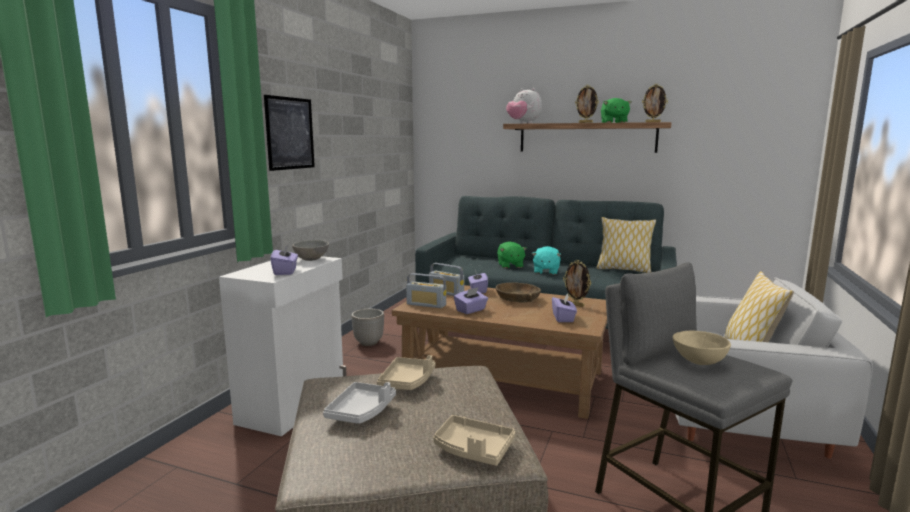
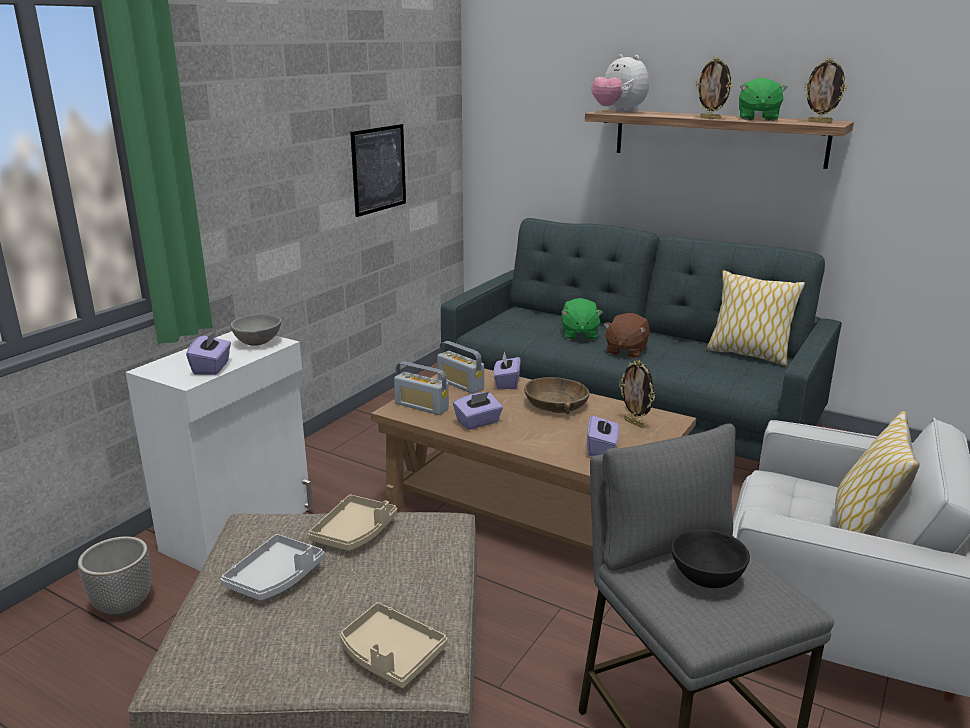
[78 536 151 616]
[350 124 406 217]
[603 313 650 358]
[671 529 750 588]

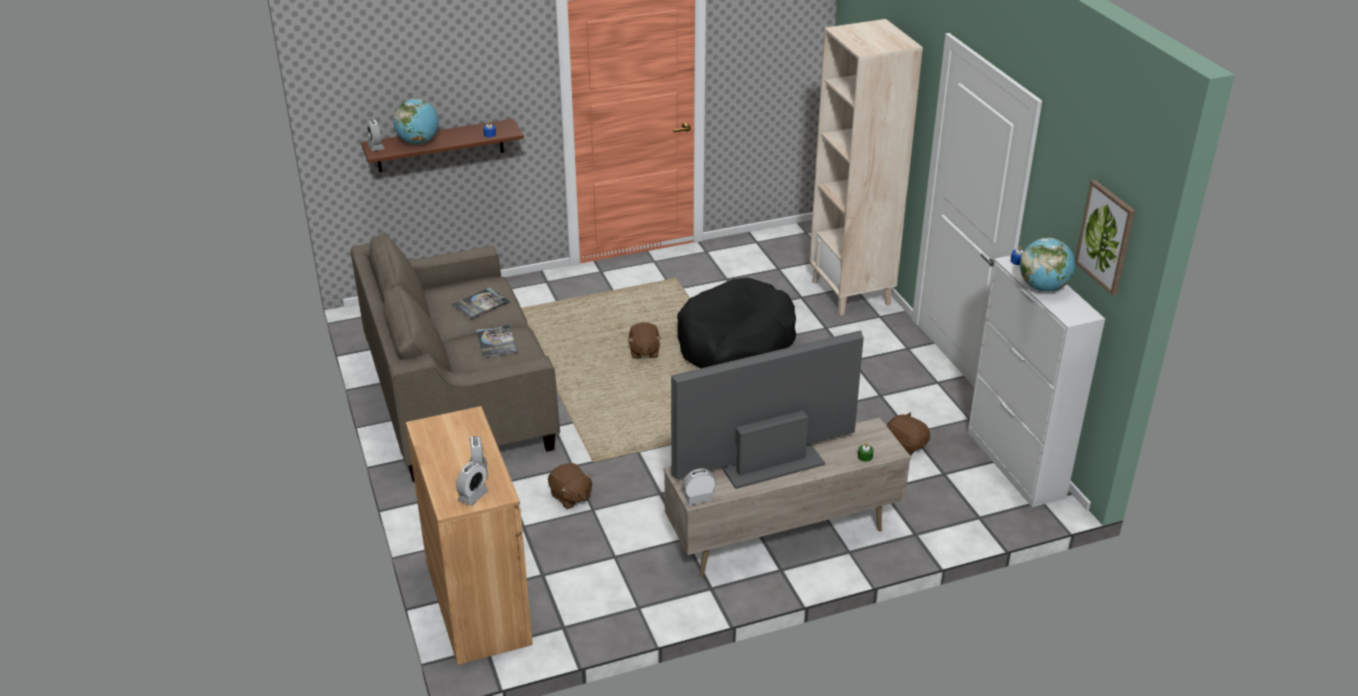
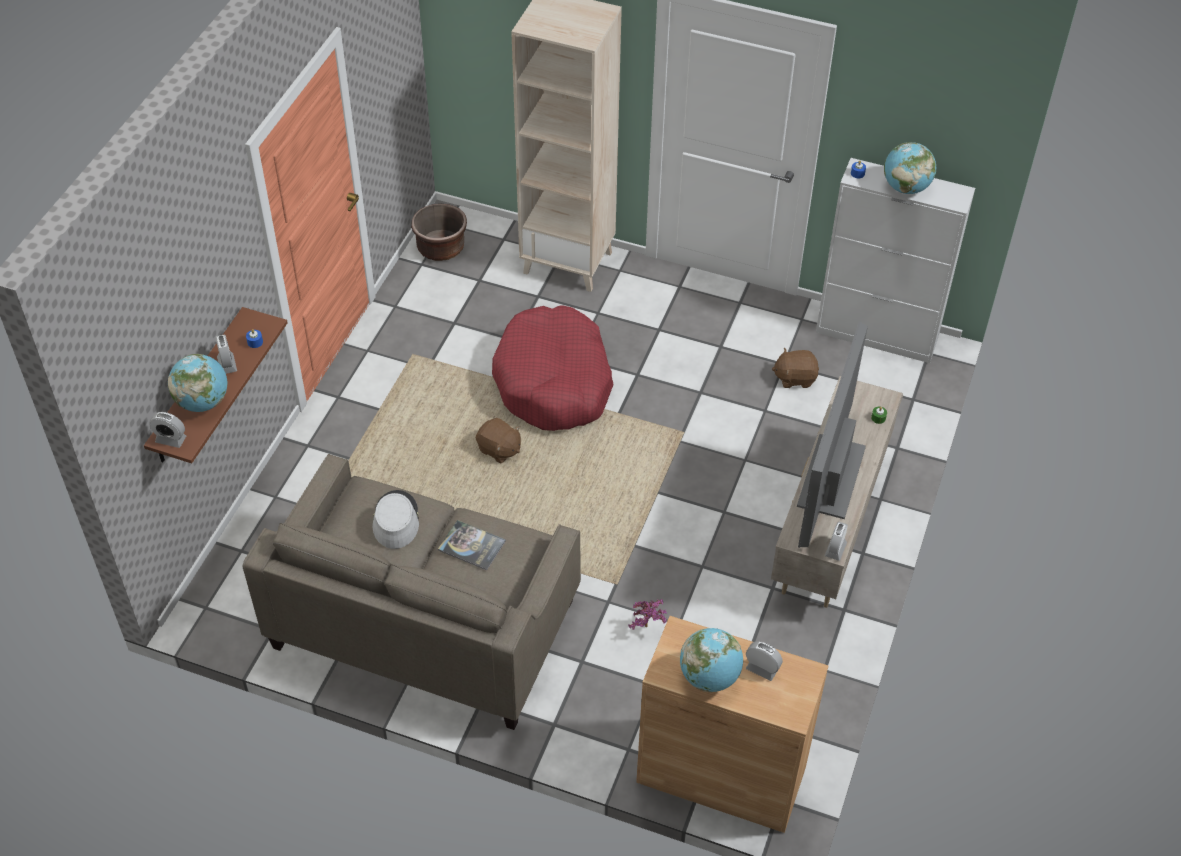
[215 335 237 374]
[372 490 419 549]
[411 204 467 261]
[492 305 614 431]
[628 599 667 630]
[680 628 743 692]
[1075 180 1135 295] (first image)

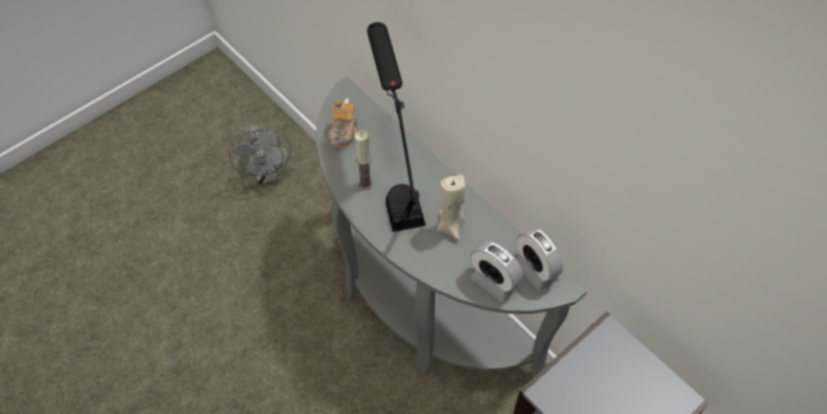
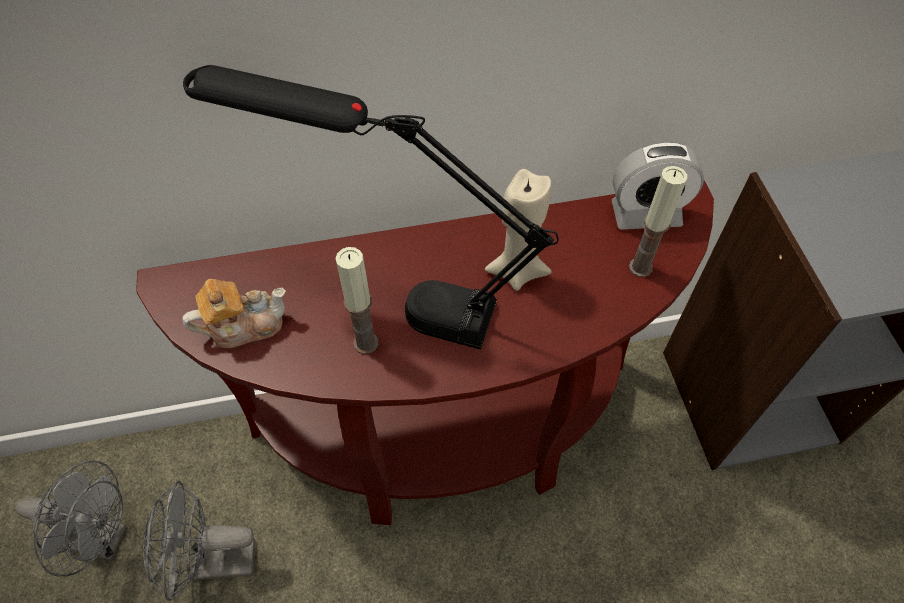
[136 180 714 525]
[143 480 255 601]
[182 279 286 348]
[629 166 687 277]

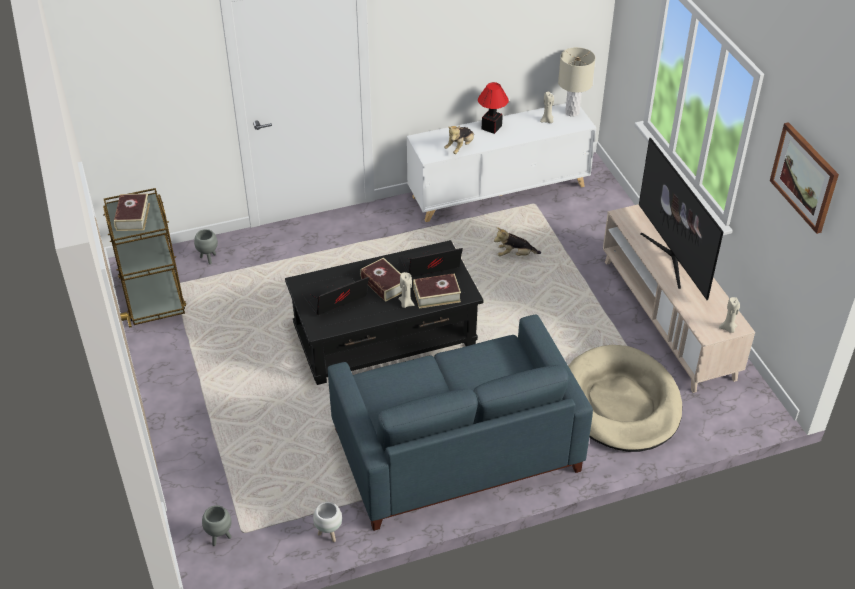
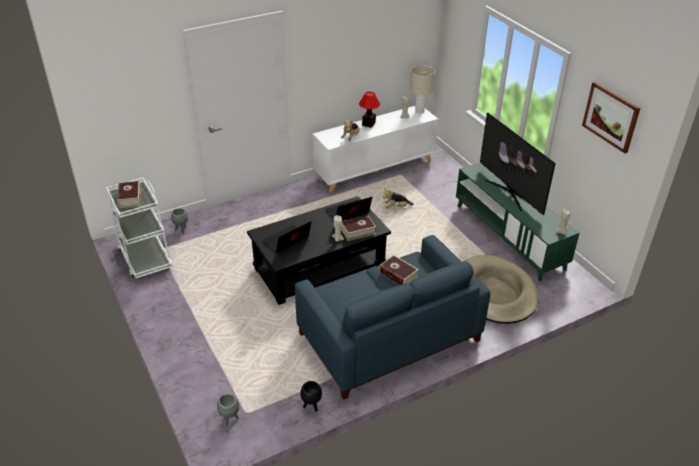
[106 177 173 278]
[300 381 322 411]
[379 255 419 285]
[456 162 580 281]

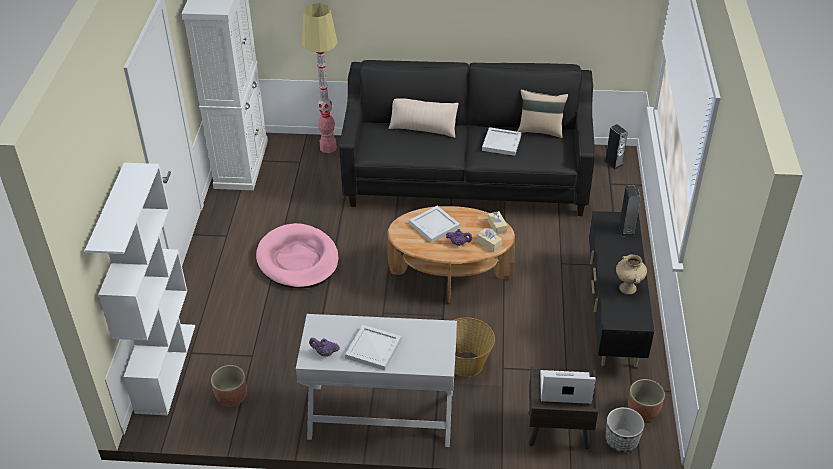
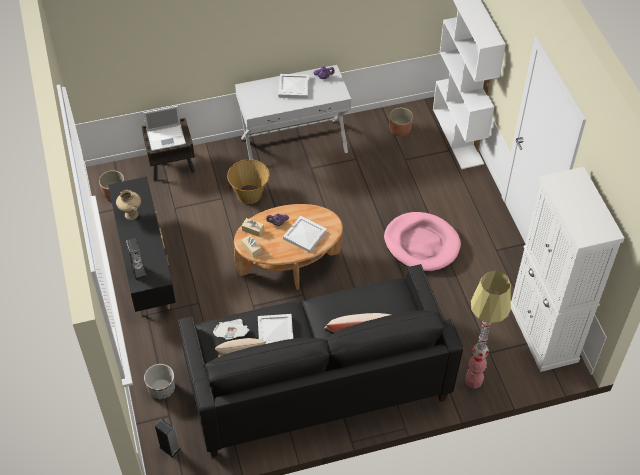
[144 364 175 400]
[213 319 250 340]

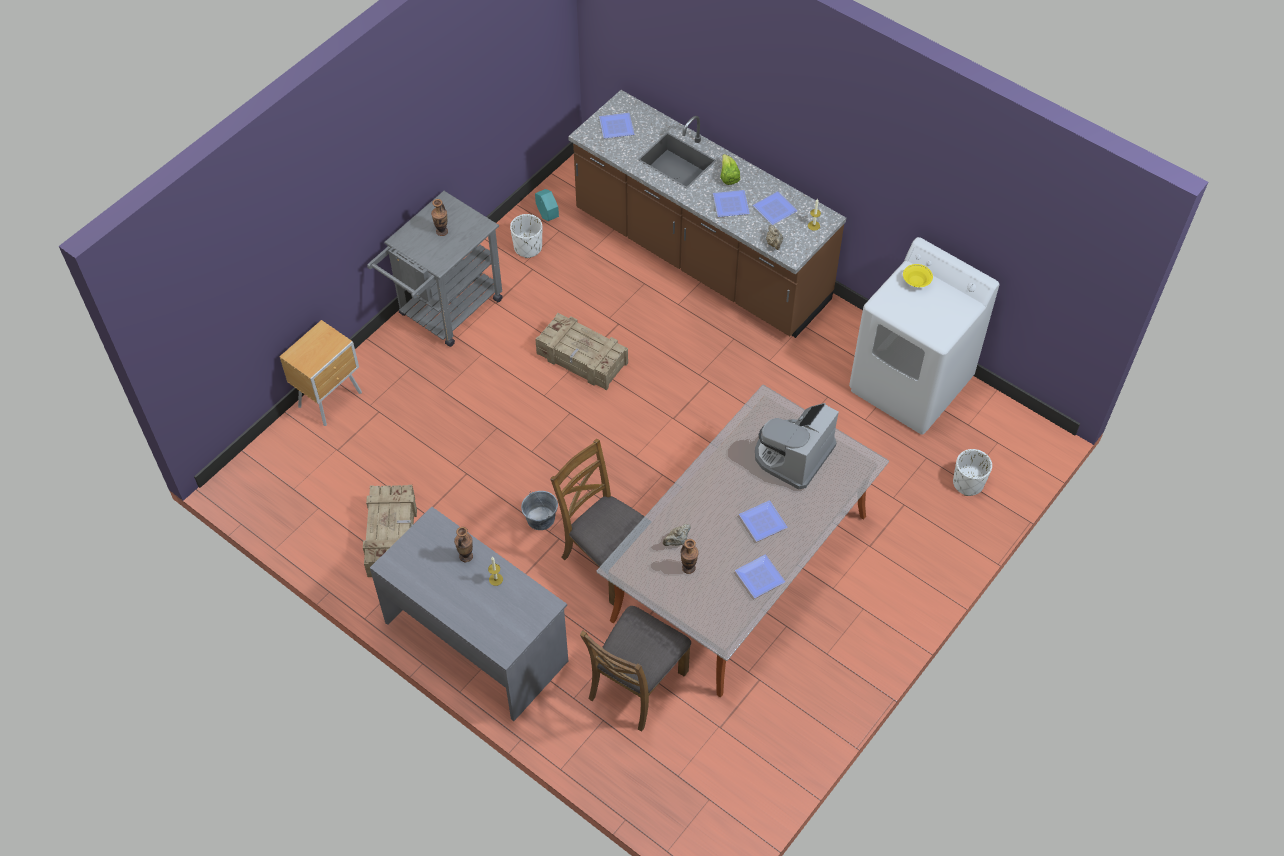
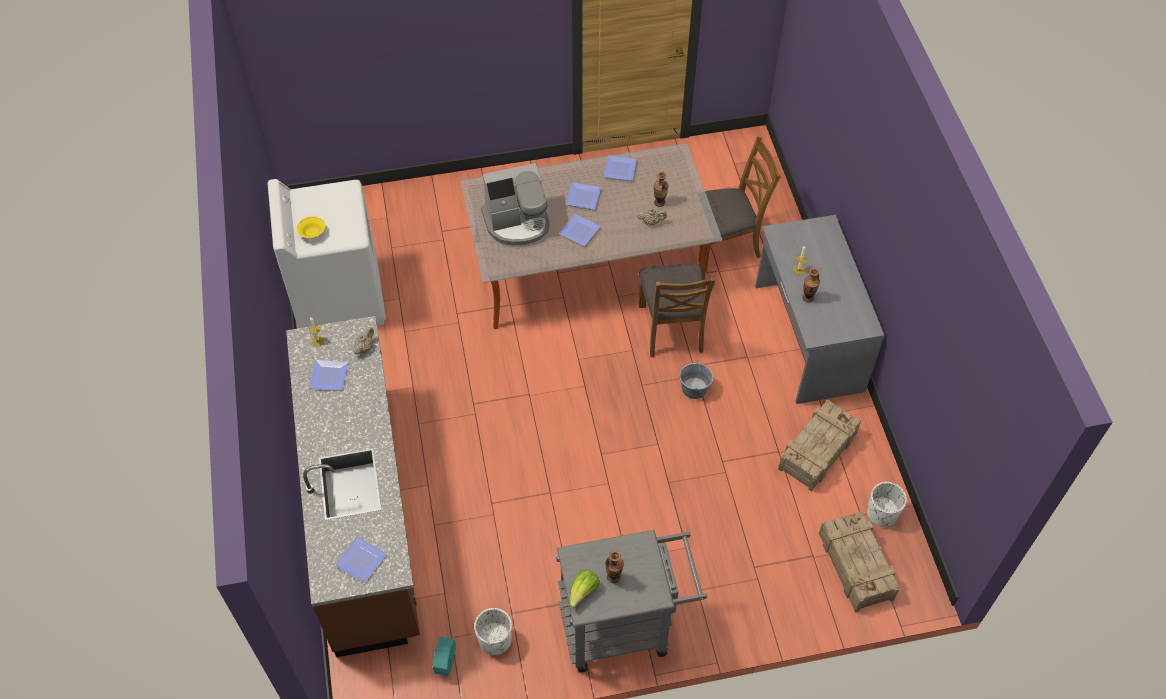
[559 214 601 246]
[570 569 600 608]
[819 511 900 612]
[867 482 907 527]
[279 320 362 426] (first image)

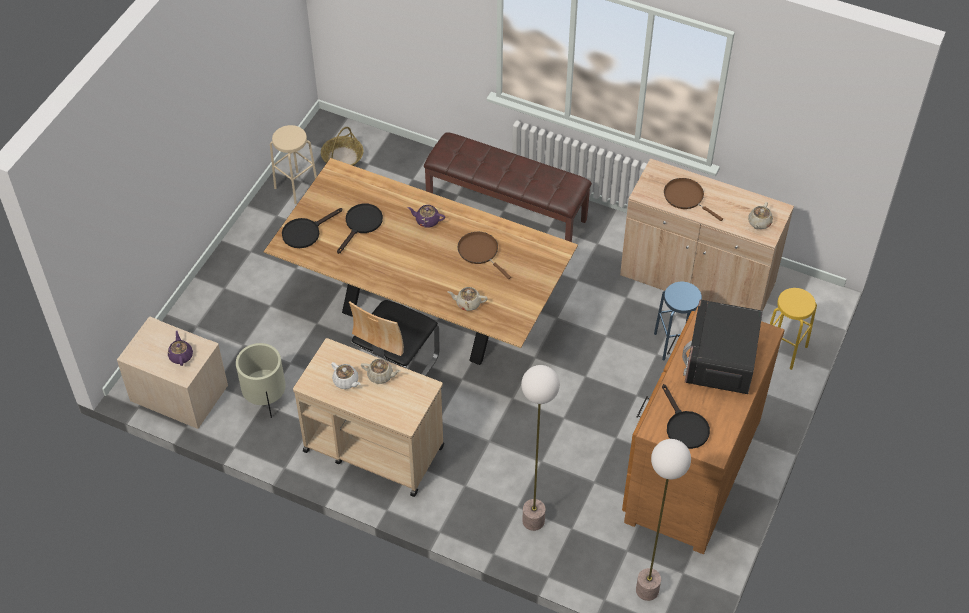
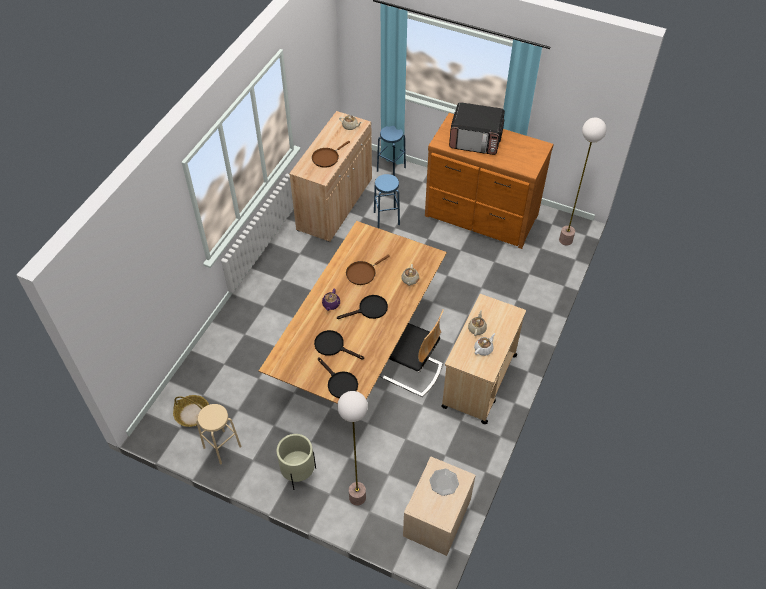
[277 434 316 490]
[337 295 388 319]
[337 391 368 505]
[377 126 406 176]
[429 469 459 496]
[424 132 592 242] (first image)

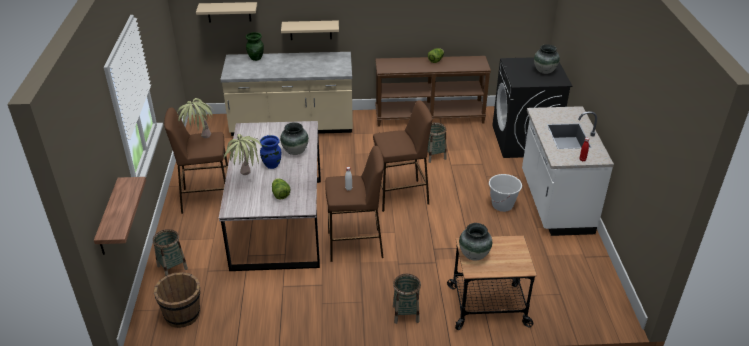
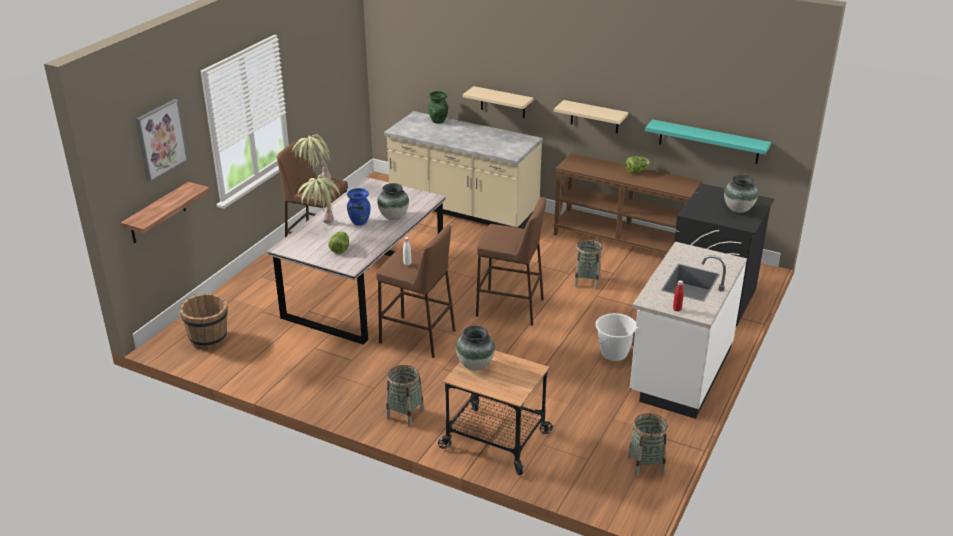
[136 99 188 182]
[554 100 628 134]
[628 413 668 477]
[645 120 771 164]

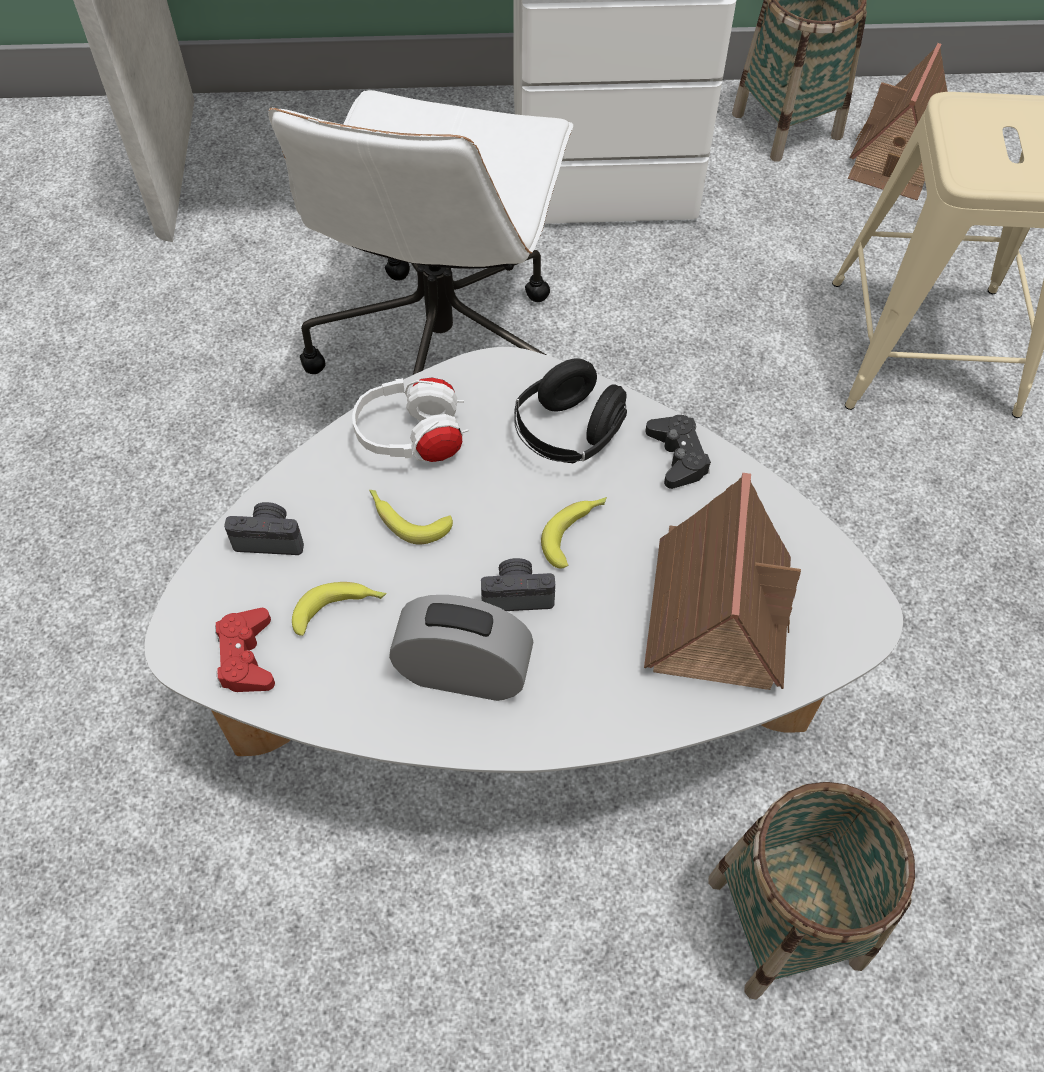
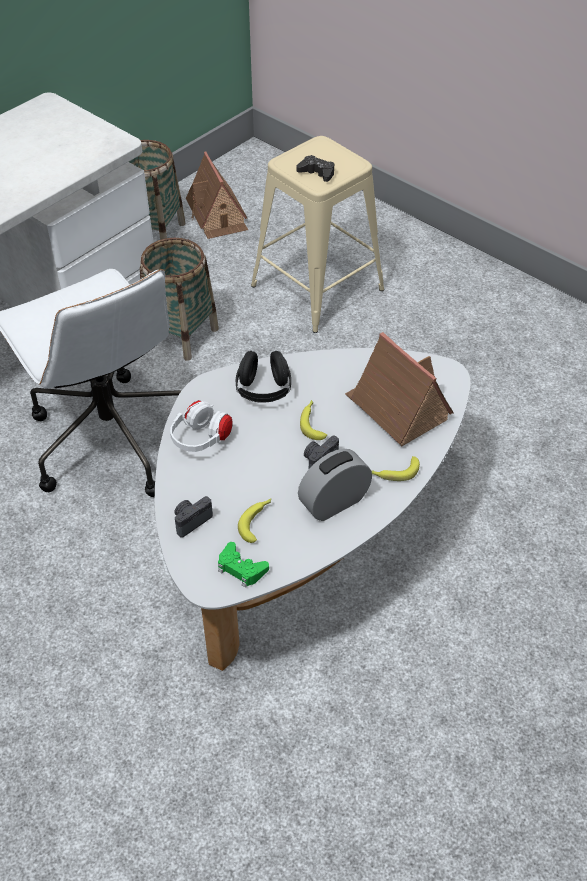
[140 238 219 361]
[218 542 269 588]
[296 155 334 182]
[372 456 420 481]

